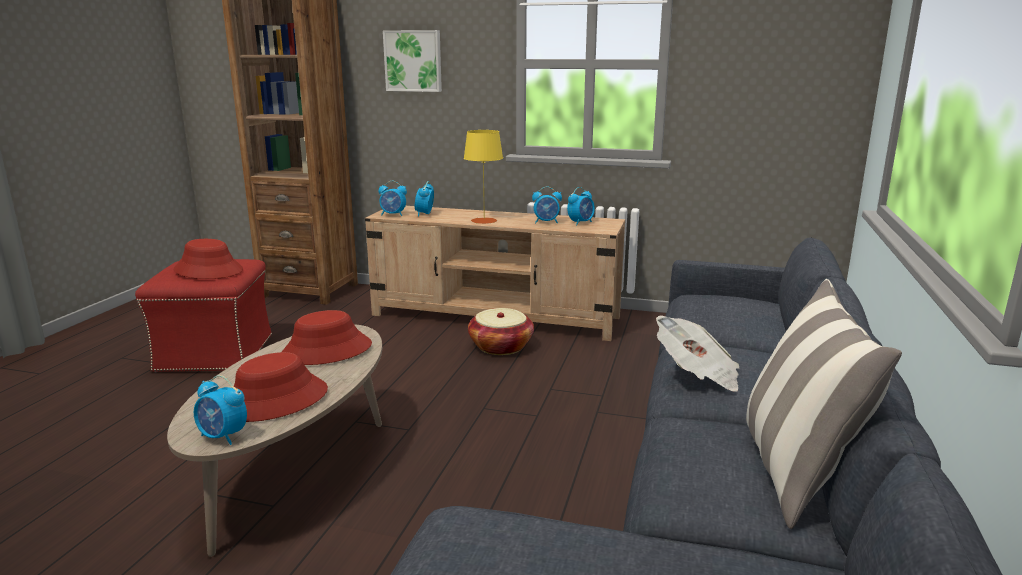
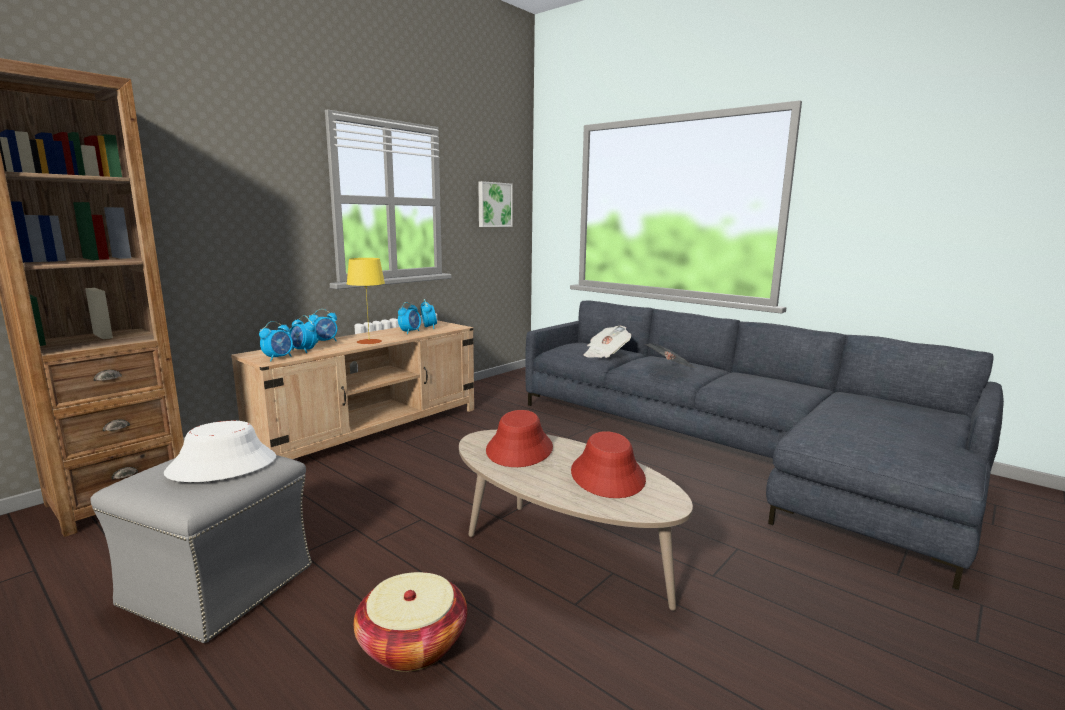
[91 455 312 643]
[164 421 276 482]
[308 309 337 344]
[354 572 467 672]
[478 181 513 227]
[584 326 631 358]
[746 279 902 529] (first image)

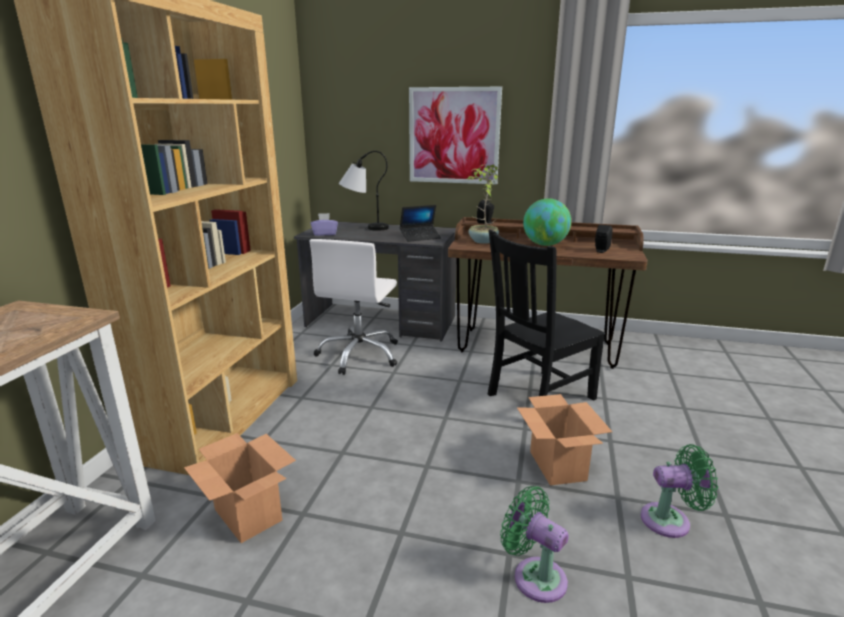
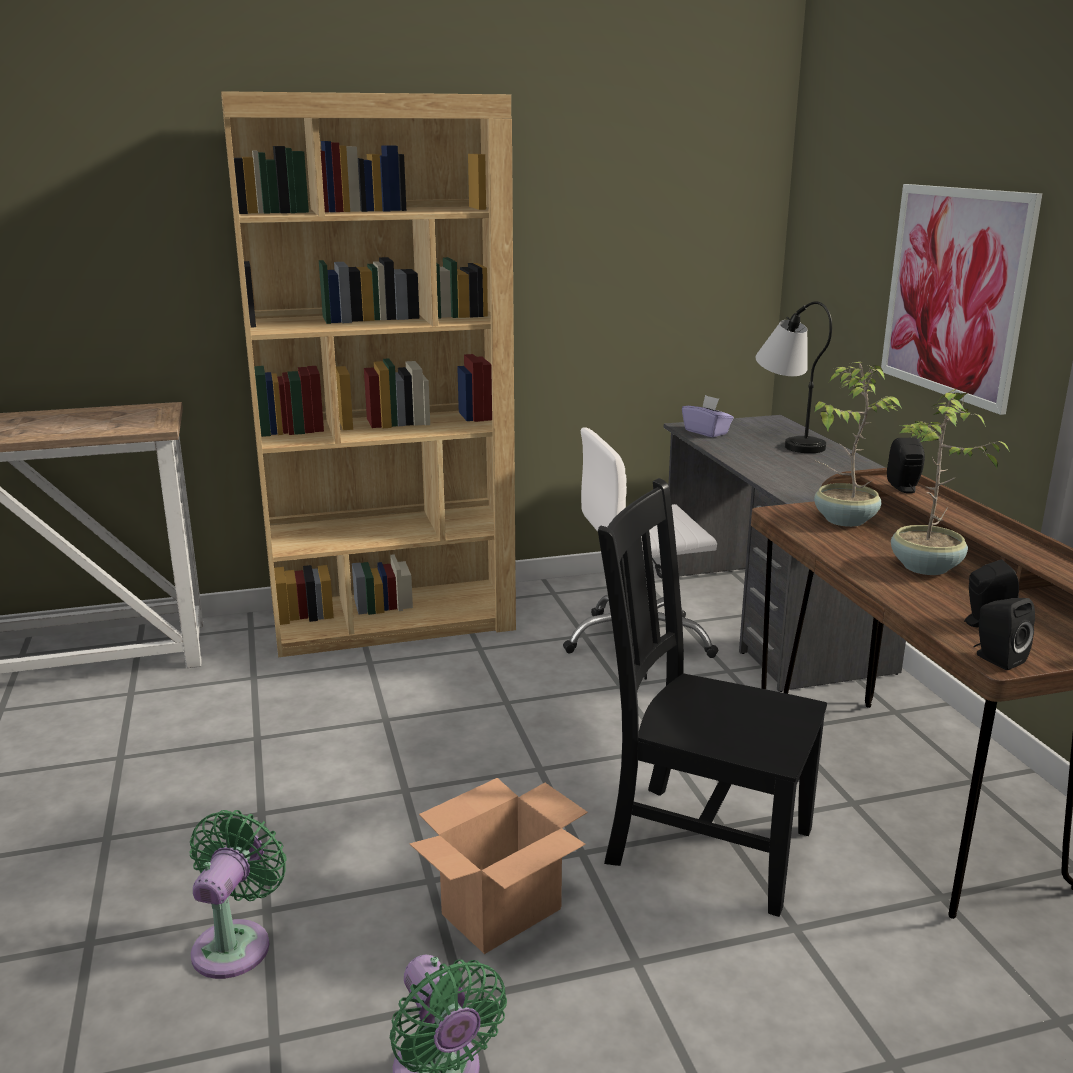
[891 389 1010 575]
[973 598 1035 670]
[184 433 296 543] (first image)
[400 205 441 242] (first image)

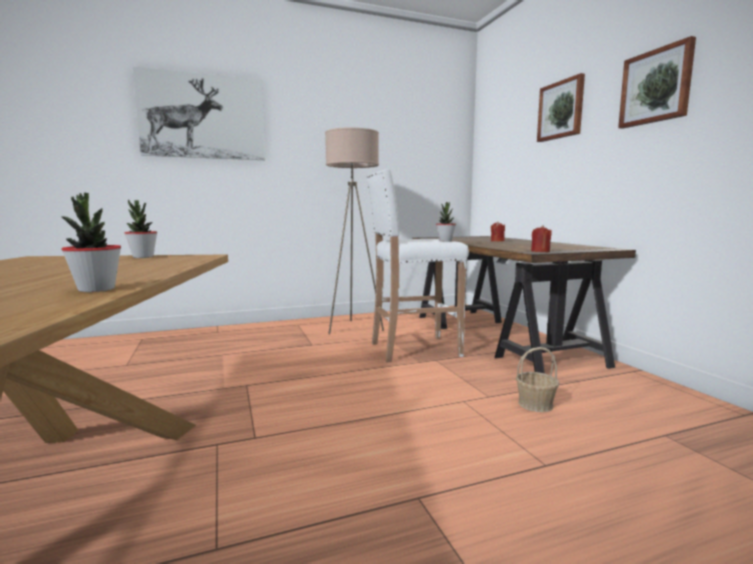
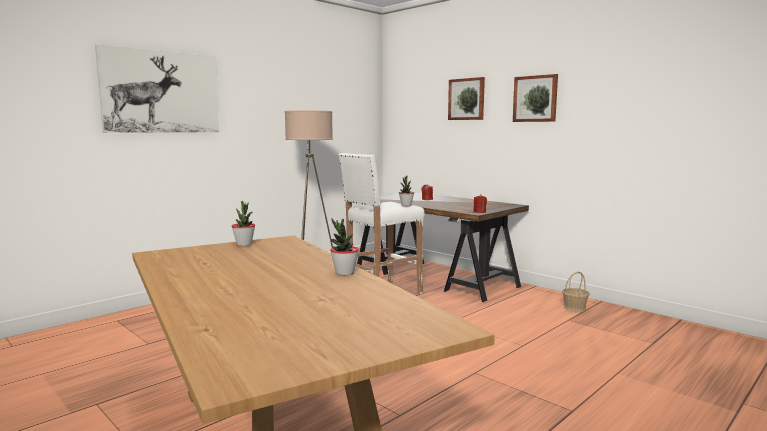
[562 271 590 312]

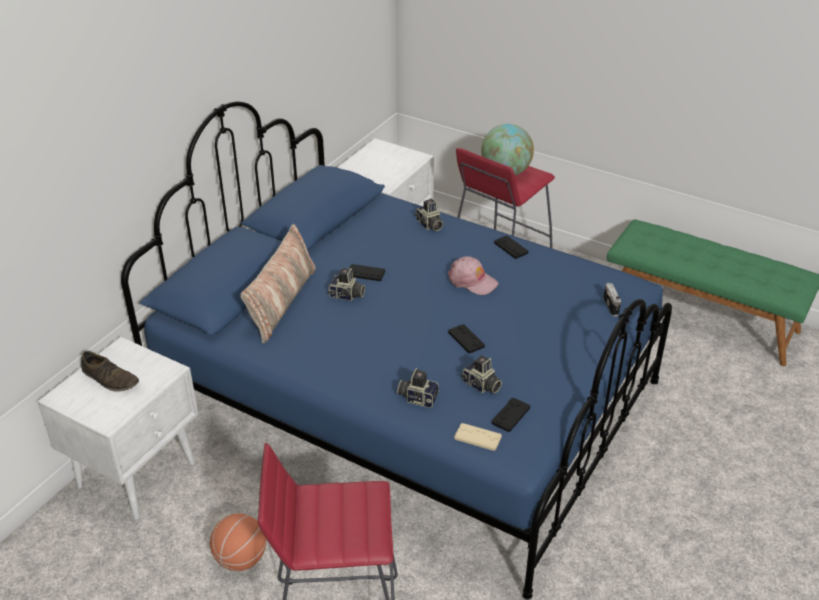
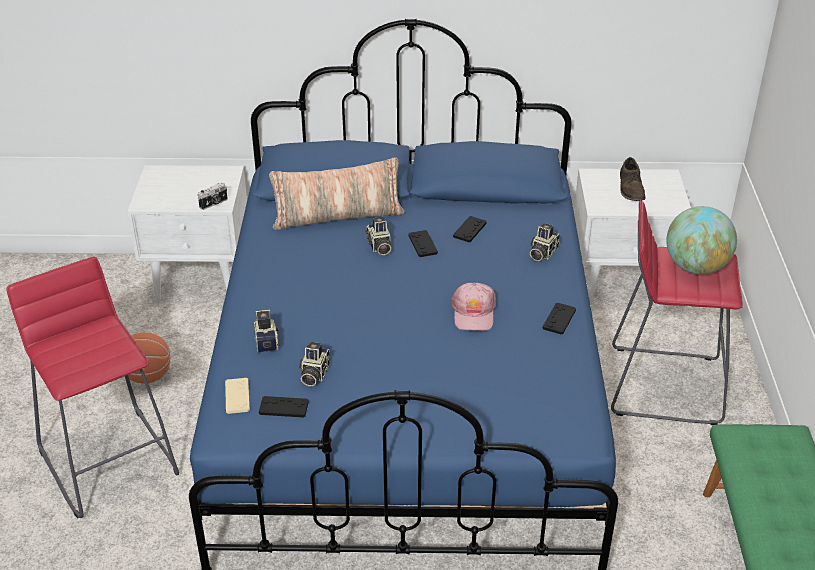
[198 182 228 210]
[453 216 487 242]
[620 157 645 201]

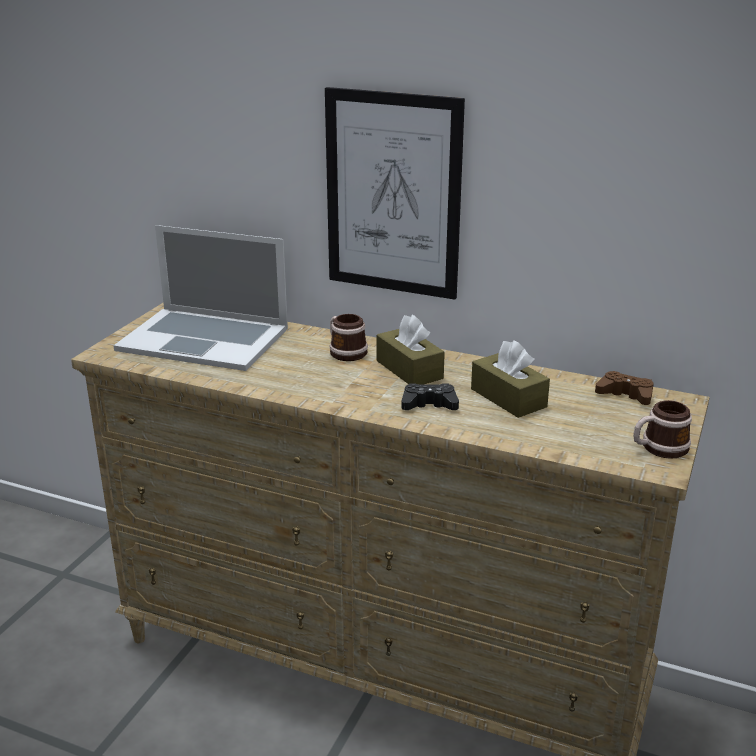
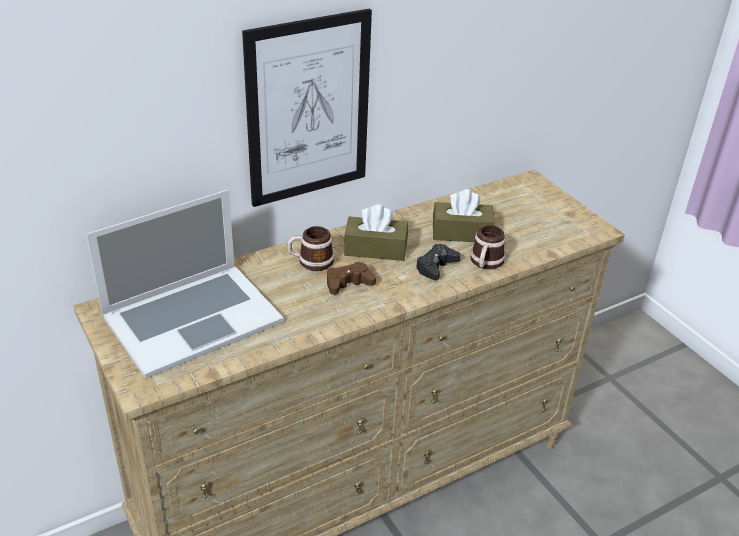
[327 261 376 295]
[470 225 506 269]

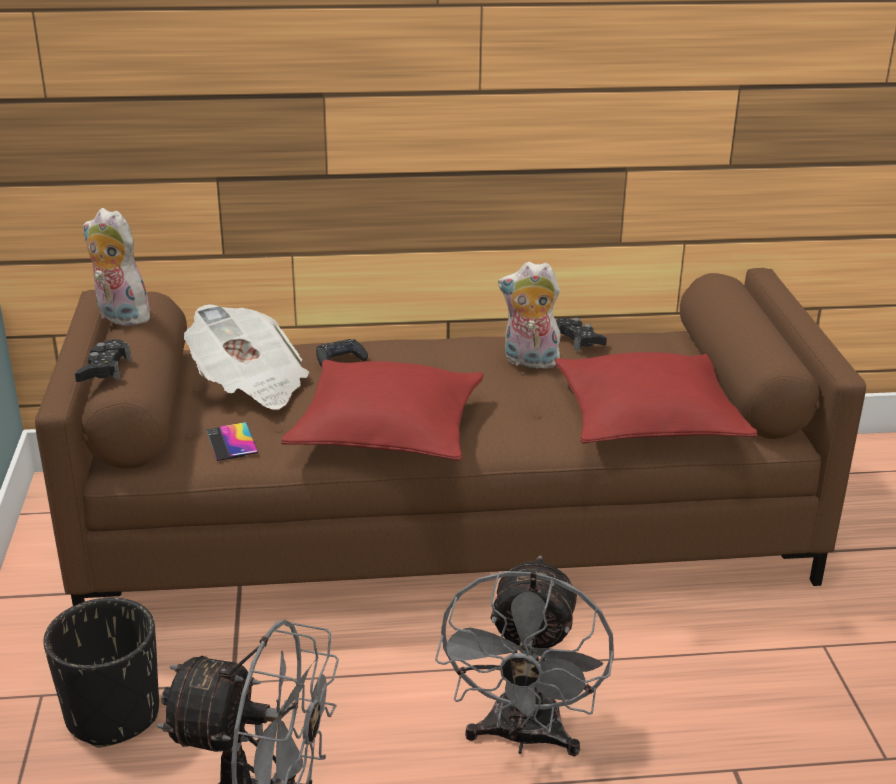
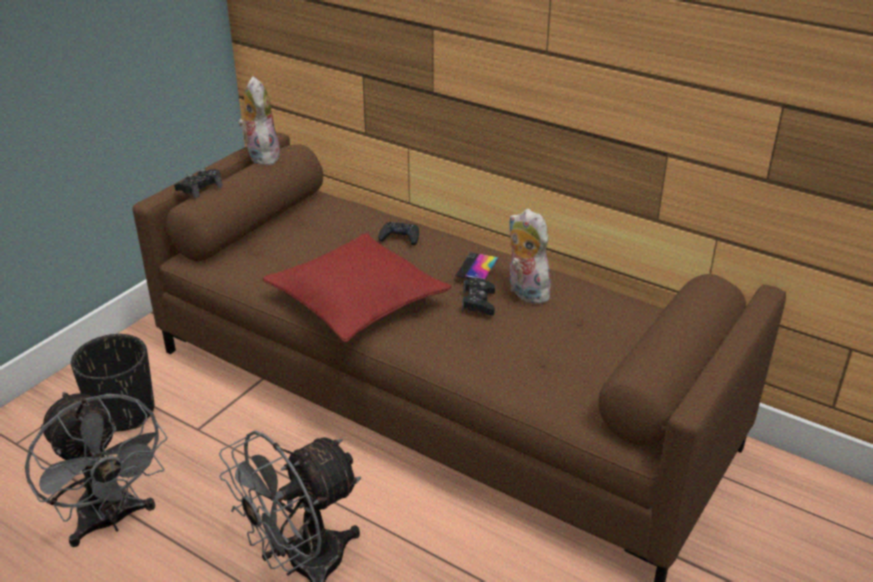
[455 252 499 280]
[462 278 495 316]
[184 304 309 409] (first image)
[555 352 757 444] (first image)

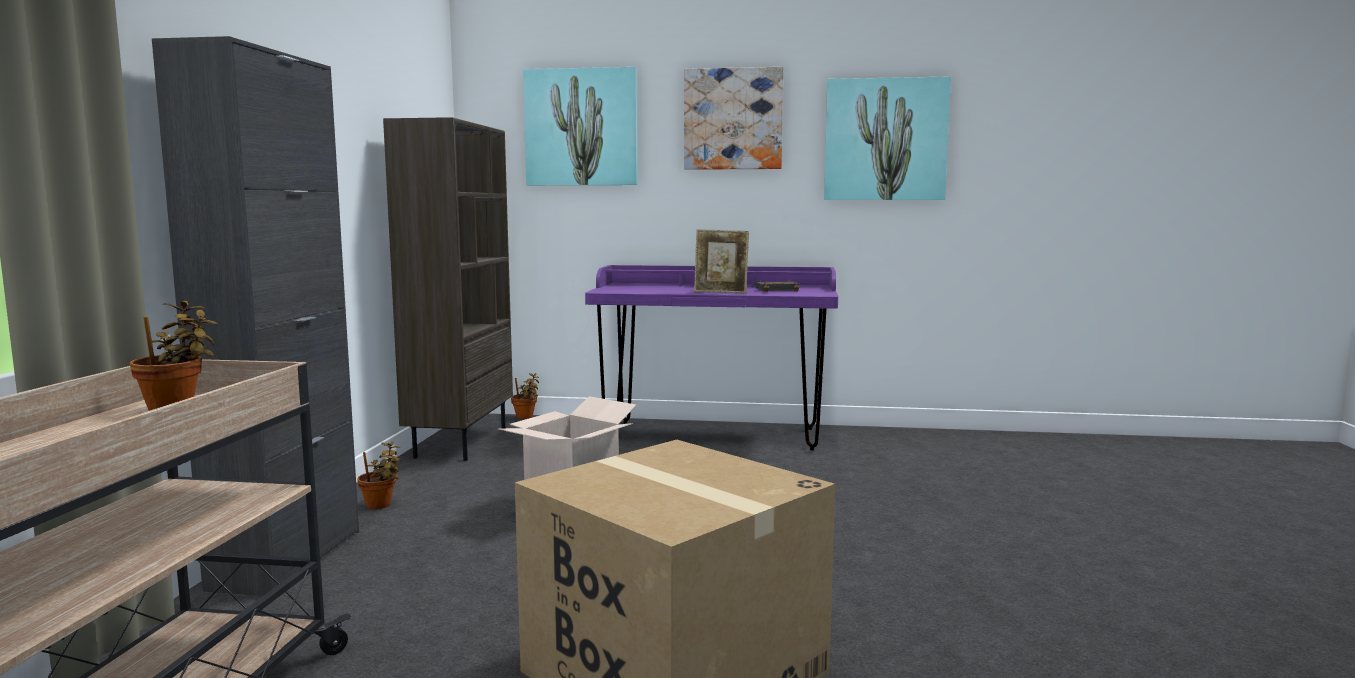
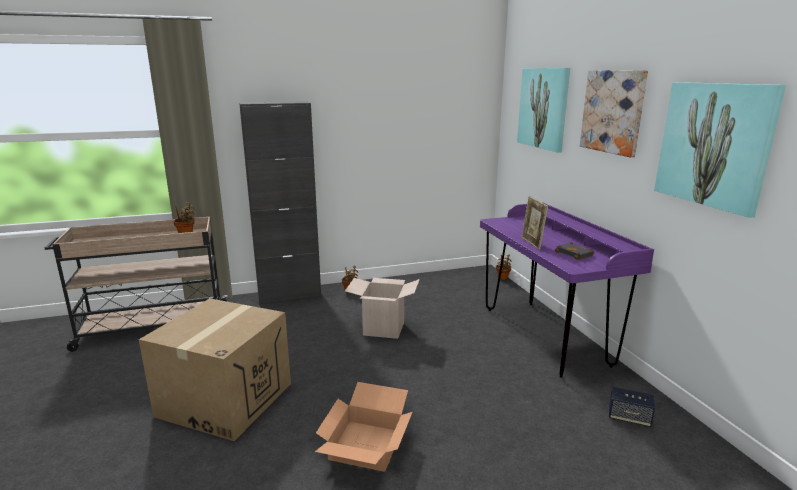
[315 382 412 472]
[609 387 655 427]
[383 117 513 461] (first image)

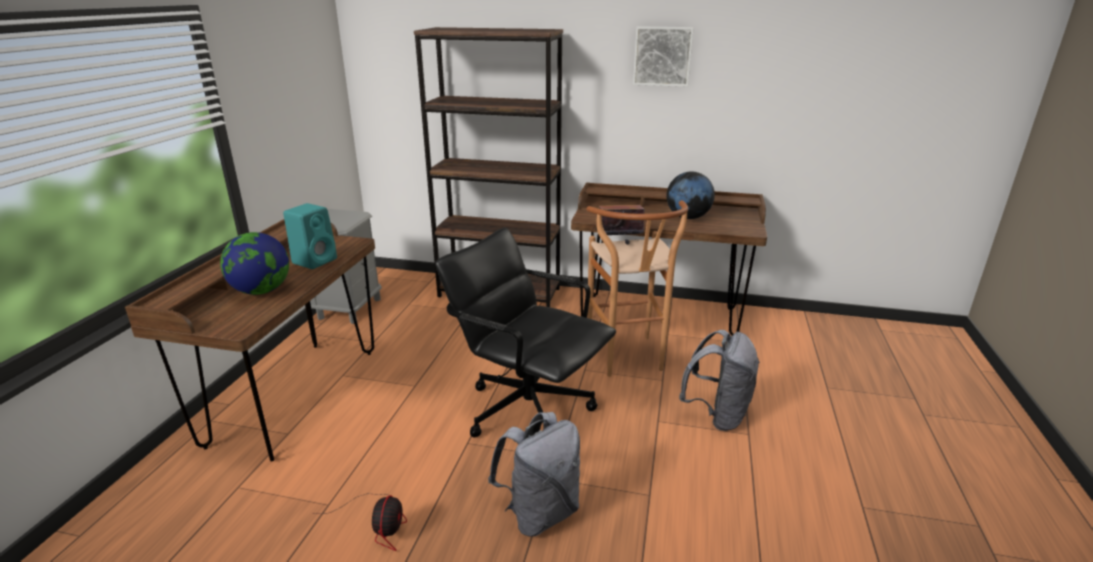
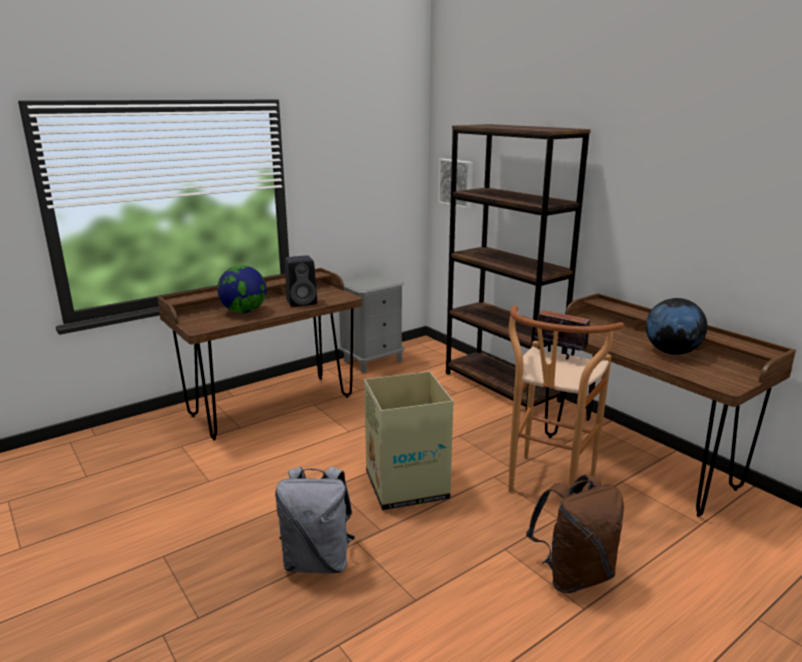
[285 255 317 307]
[364 371 453 510]
[438 159 473 209]
[526 475 624 593]
[312 494 407 551] (first image)

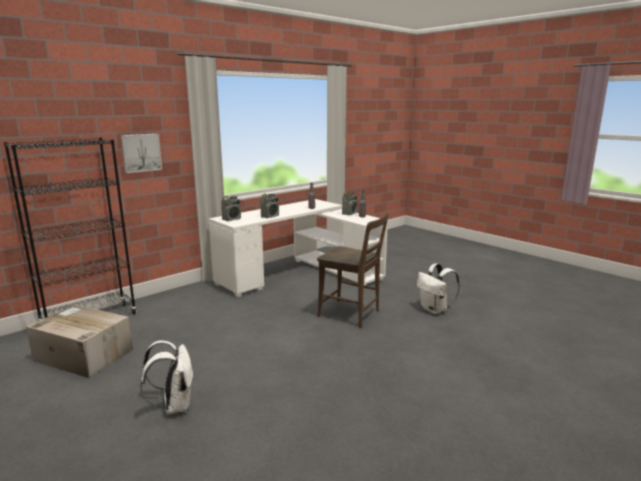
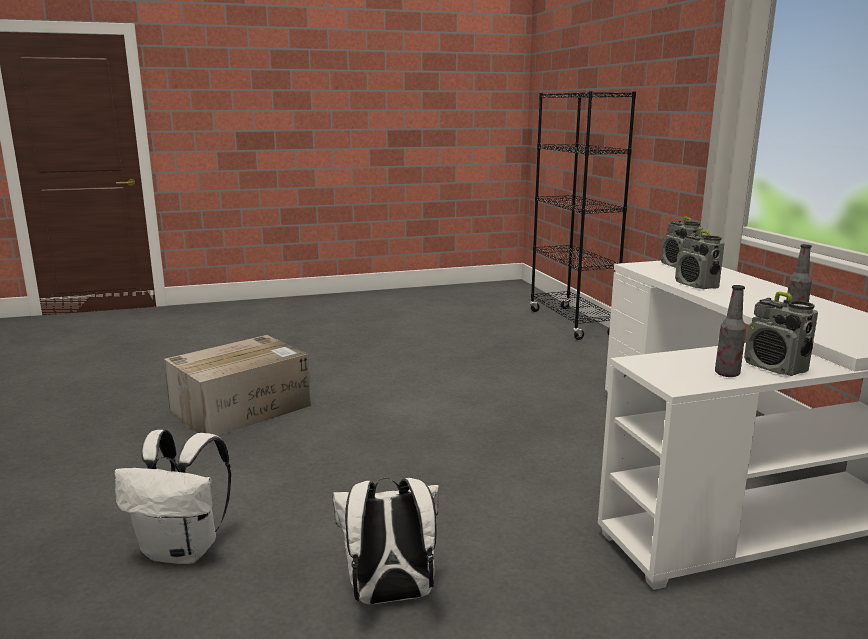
[114 430 231 564]
[164 335 311 436]
[120 134 162 173] (first image)
[317 213 389 328] (first image)

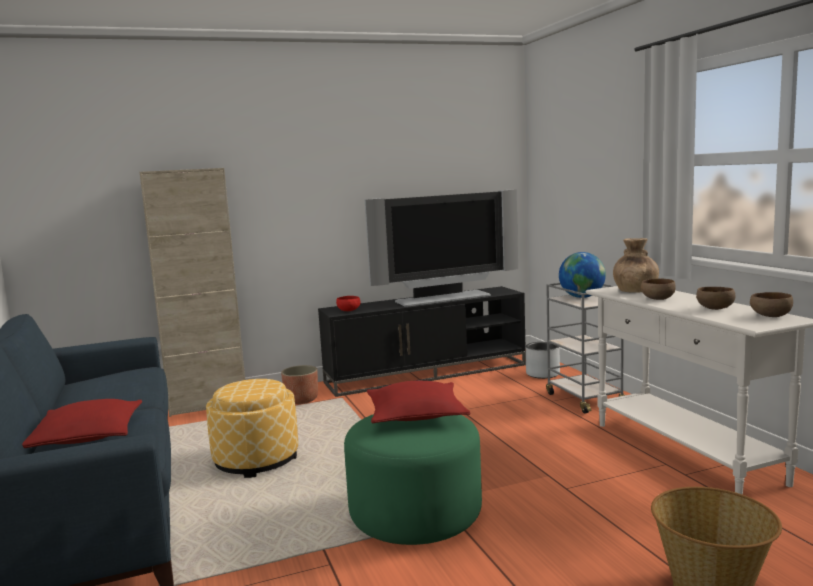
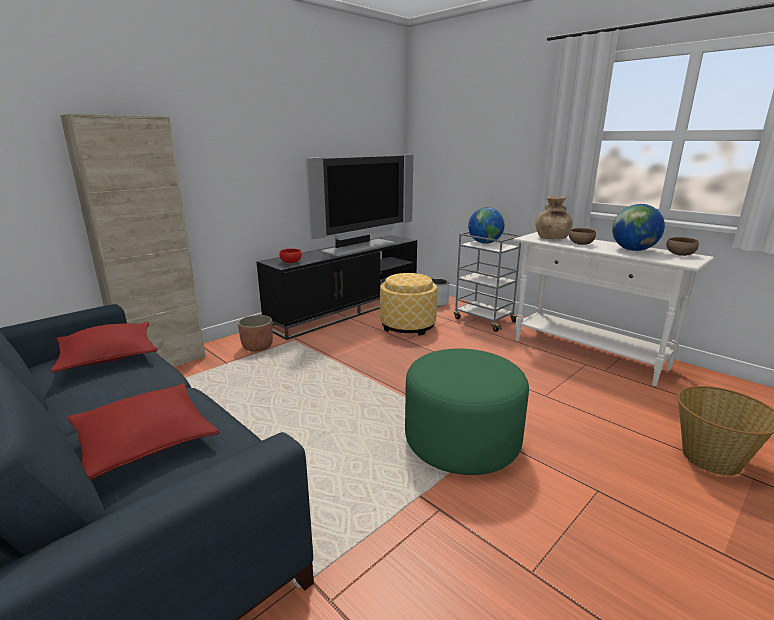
[50 322 158 373]
[380 273 437 336]
[612 204 665 251]

